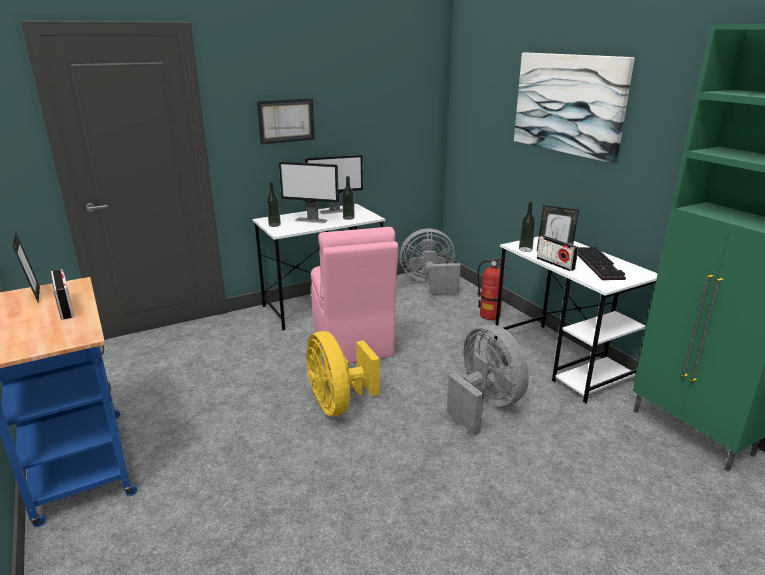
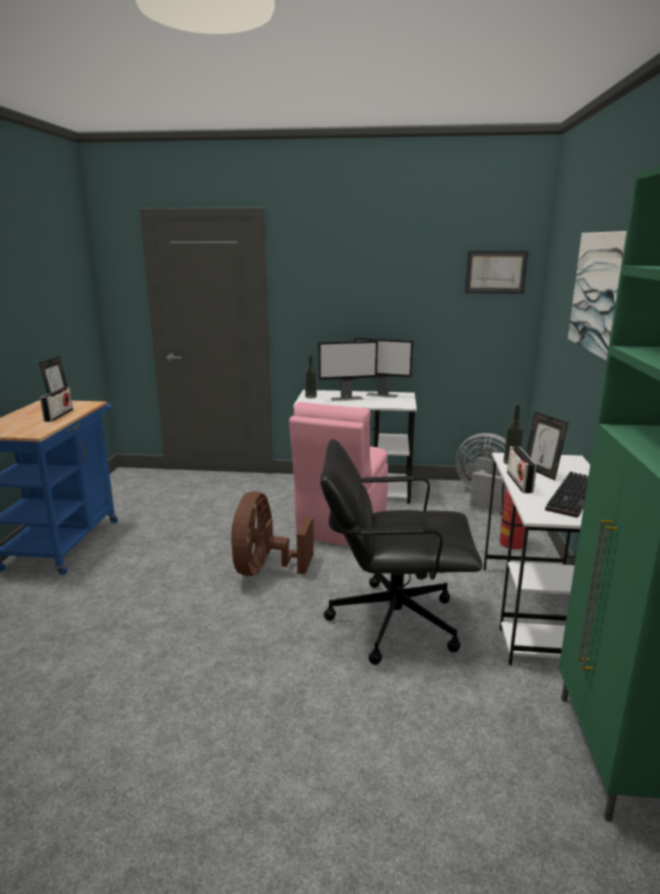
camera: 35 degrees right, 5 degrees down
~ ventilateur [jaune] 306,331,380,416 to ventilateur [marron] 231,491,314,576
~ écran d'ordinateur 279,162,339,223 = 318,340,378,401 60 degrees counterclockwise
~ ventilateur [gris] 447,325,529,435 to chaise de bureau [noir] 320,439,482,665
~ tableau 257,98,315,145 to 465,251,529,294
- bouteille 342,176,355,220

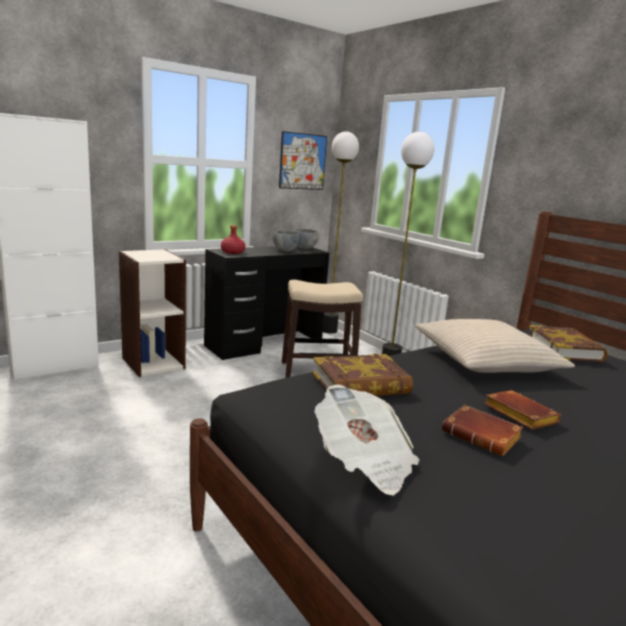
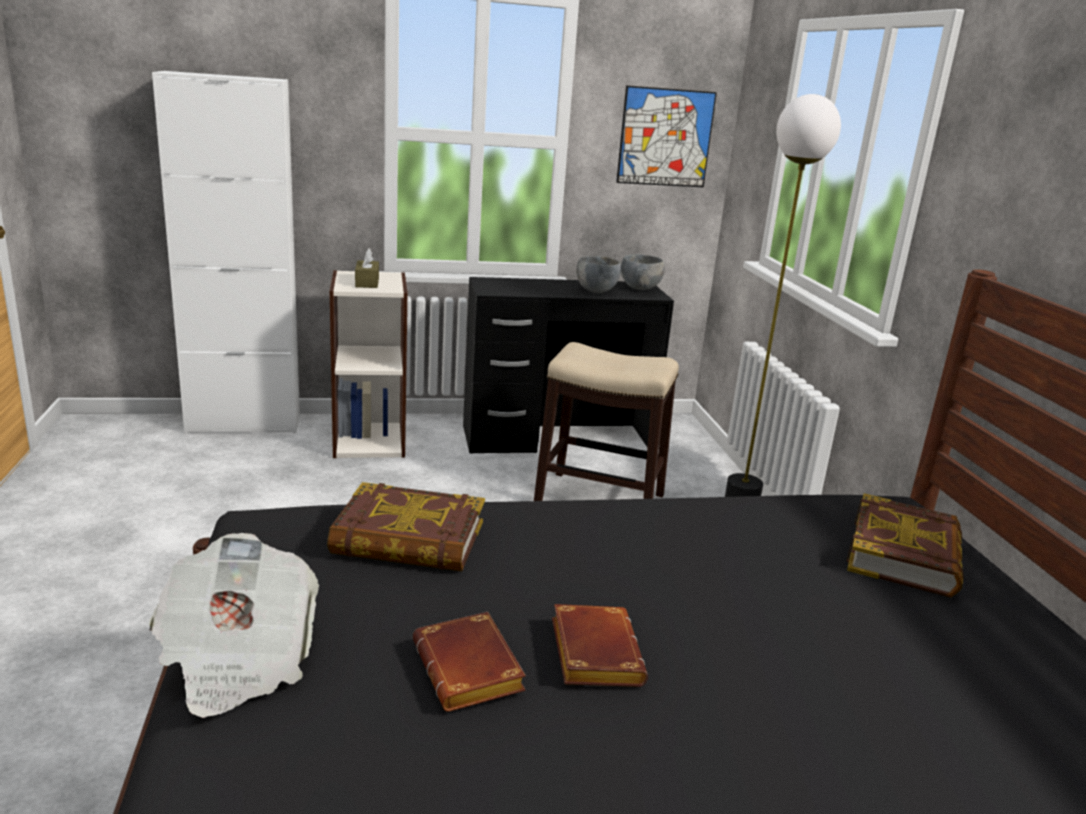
camera: 25 degrees right, 5 degrees up
+ boîte à mouchoirs [marron] 355,249,379,288
- bouteille [rouge] 221,225,246,254
- lampadaire 323,132,359,334
- coussin [beige] 415,319,575,373

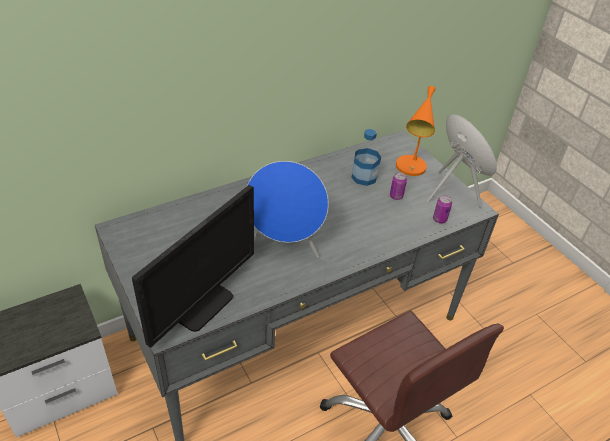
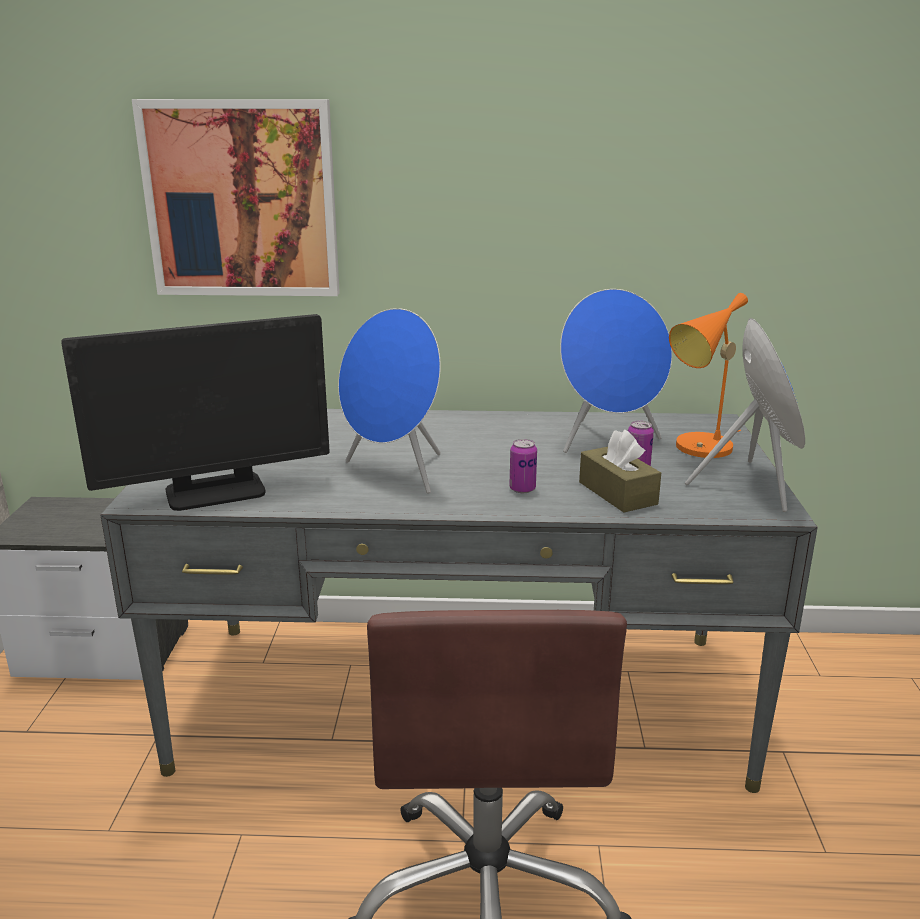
camera: 35 degrees right, 20 degrees down
+ tableau 132,99,340,296
~ boîte métallique 433,195,452,224 to 509,439,537,493
~ bouteille 351,129,381,186 to enceinte [bleu] 560,289,672,453
+ boîte à mouchoirs [marron] 579,430,661,513

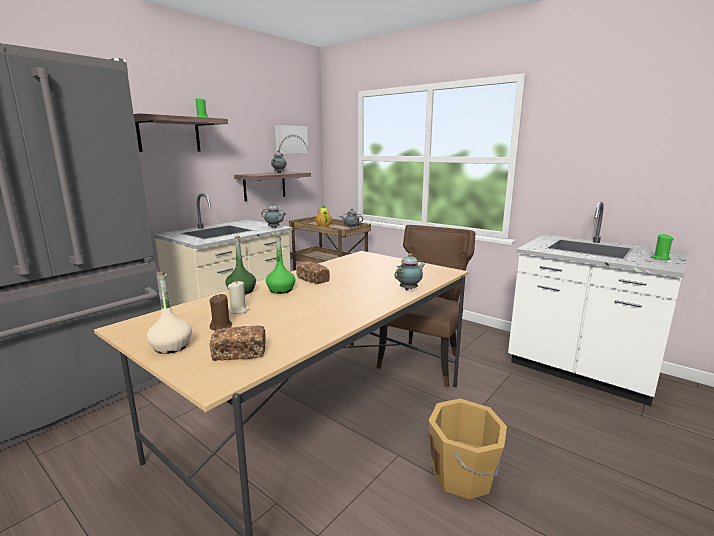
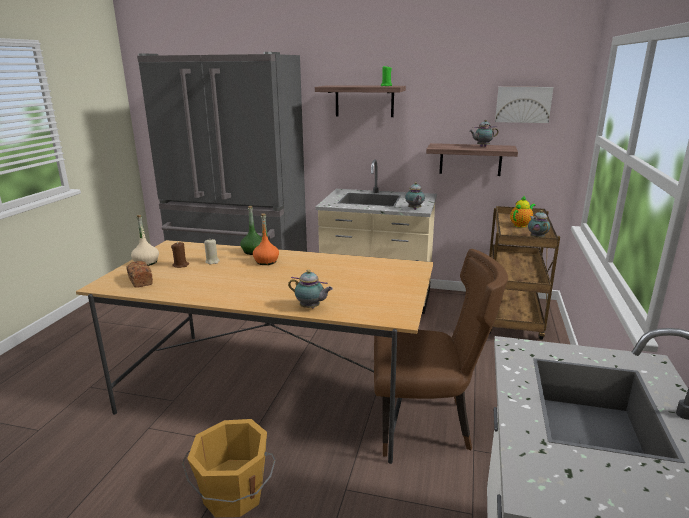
camera: 65 degrees right, 5 degrees up
~ bouteille [vert] 266,235,296,294 to bouteille [orange] 253,213,279,265
- pain 296,261,330,284
- bougie [vert] 650,234,673,261

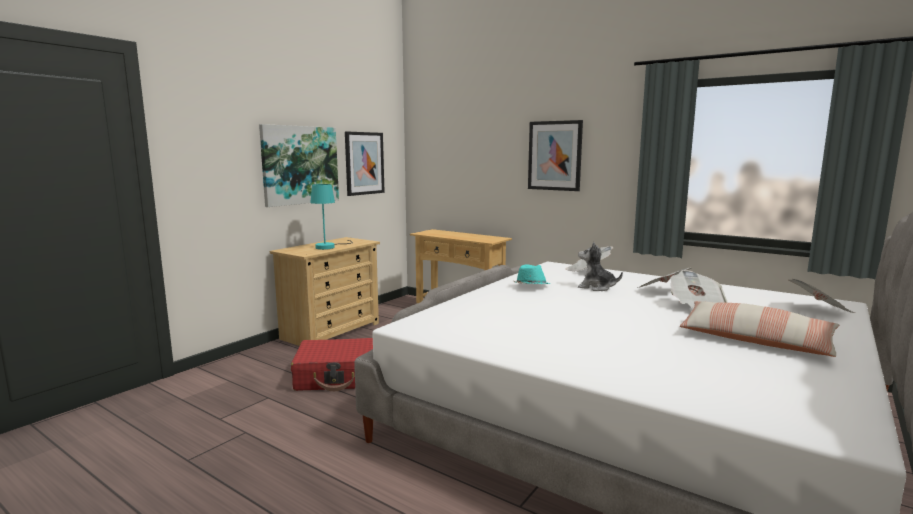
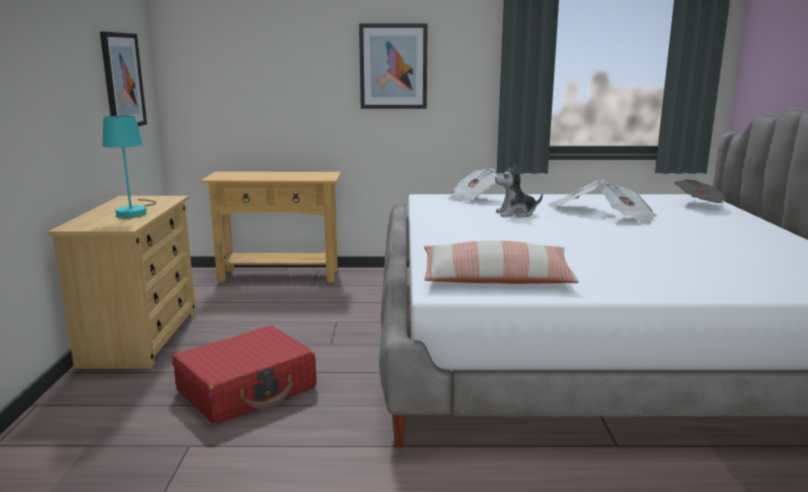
camera: 35 degrees left, 5 degrees up
~ coussin 680,301,840,357 to 424,241,579,284
- tableau 259,124,339,207
- chapeau [turquoise] 514,265,550,284

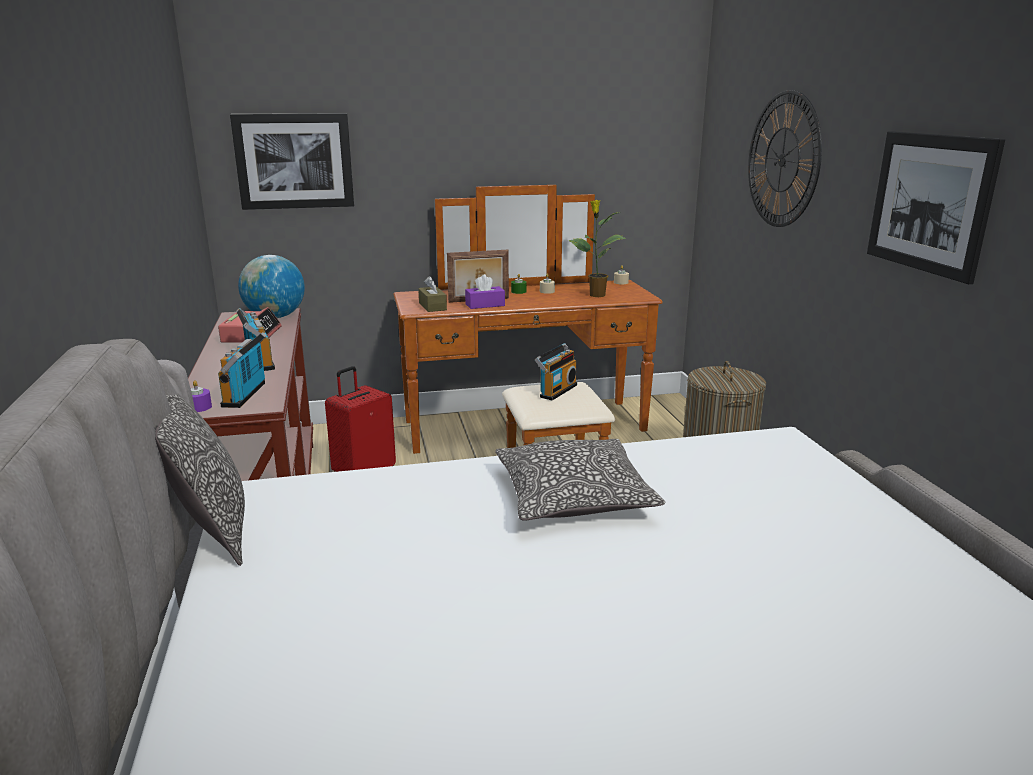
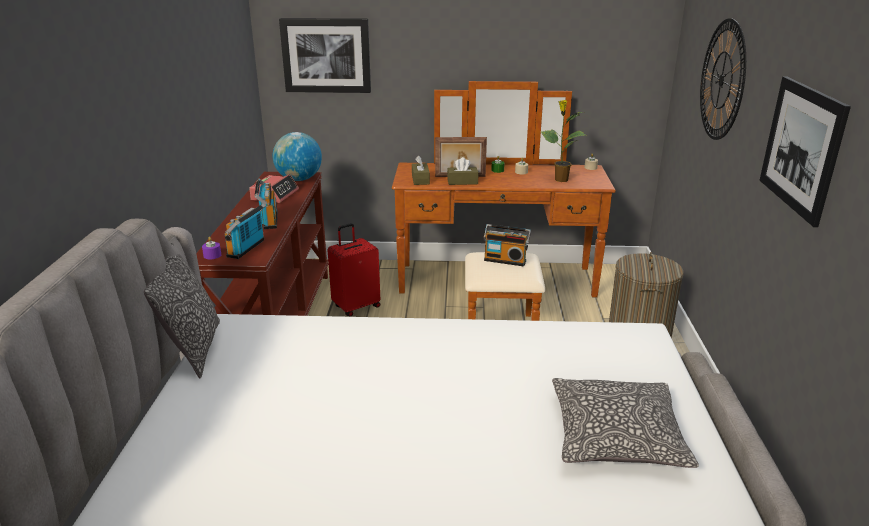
camera: 15 degrees right, 5 degrees up
~ boîte à mouchoirs [violet] 465,274,505,309 to boîte à mouchoirs [marron] 447,157,479,185
~ radio 535,343,577,400 = 484,224,531,267 60 degrees clockwise
~ coussin 495,439,665,521 to 552,378,699,468

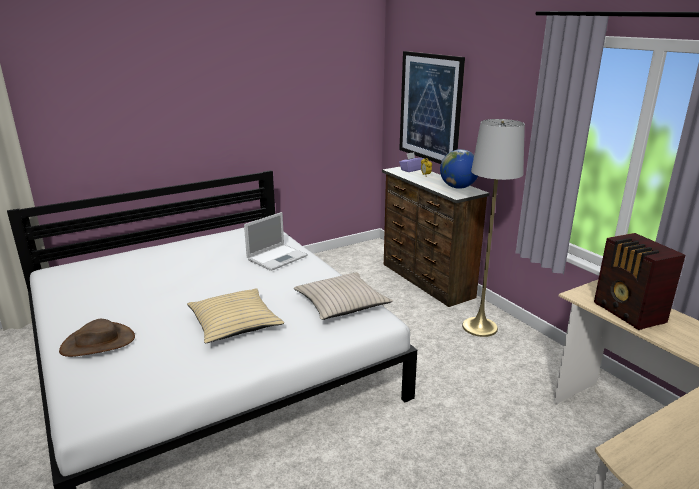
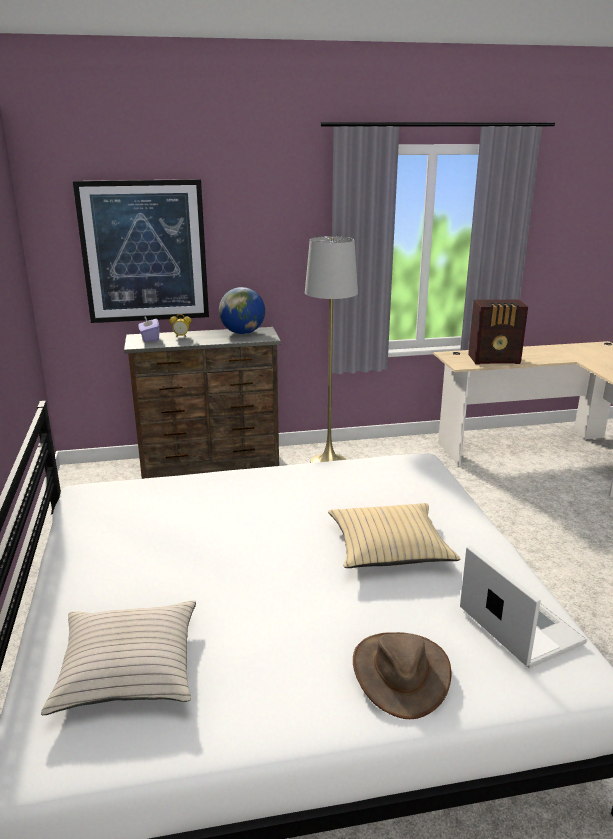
camera: 70 degrees left, 0 degrees up
~ coussin [beige] 294,272,393,320 to 41,600,196,715
~ ordinateur portable 244,212,308,271 to 460,545,587,668

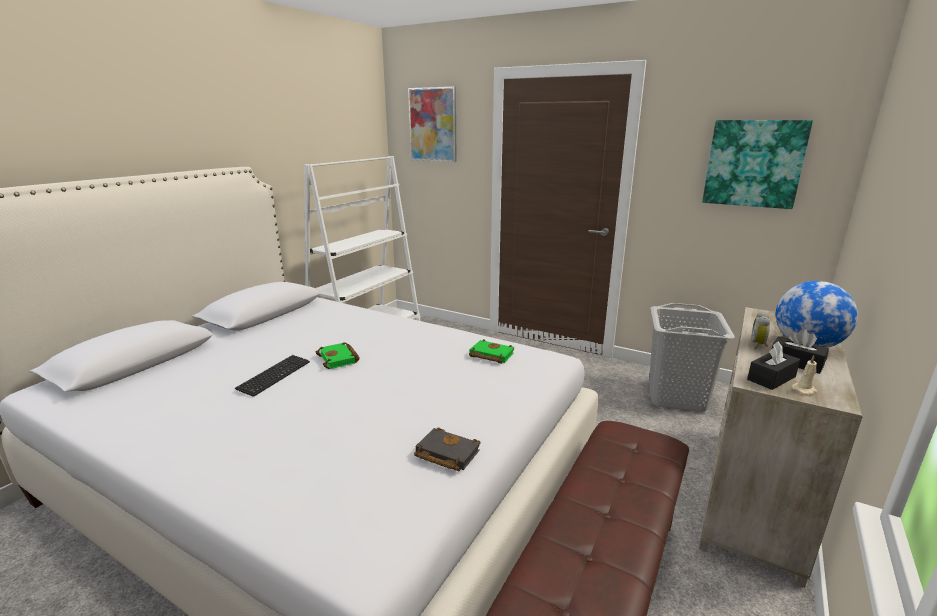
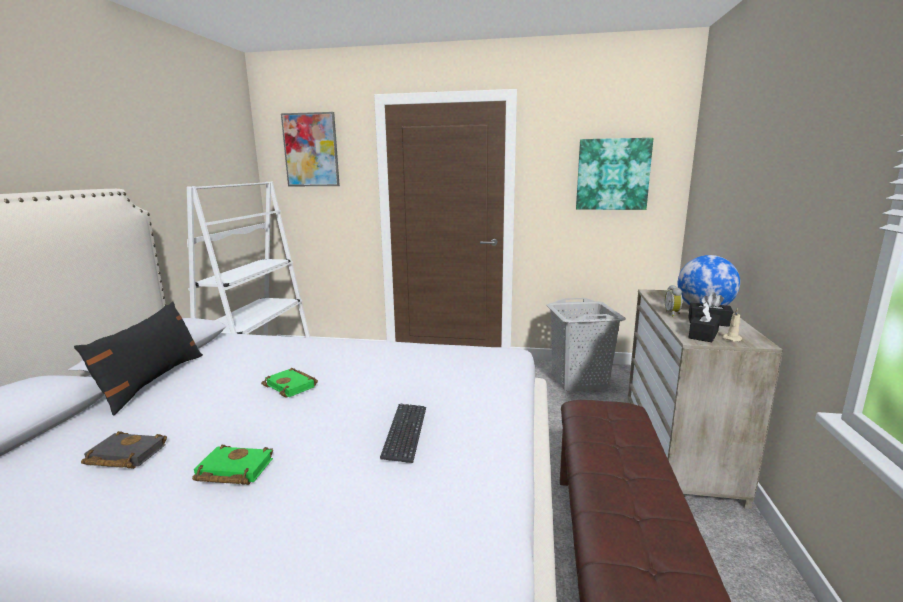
camera: 20 degrees left, 5 degrees down
+ coussin [noir] 74,301,203,415
~ livre [noir] 414,427,480,472 to 81,431,167,469
~ livre [vert] 469,339,514,364 to 192,445,273,485
~ clavier 235,355,310,397 to 380,404,426,463

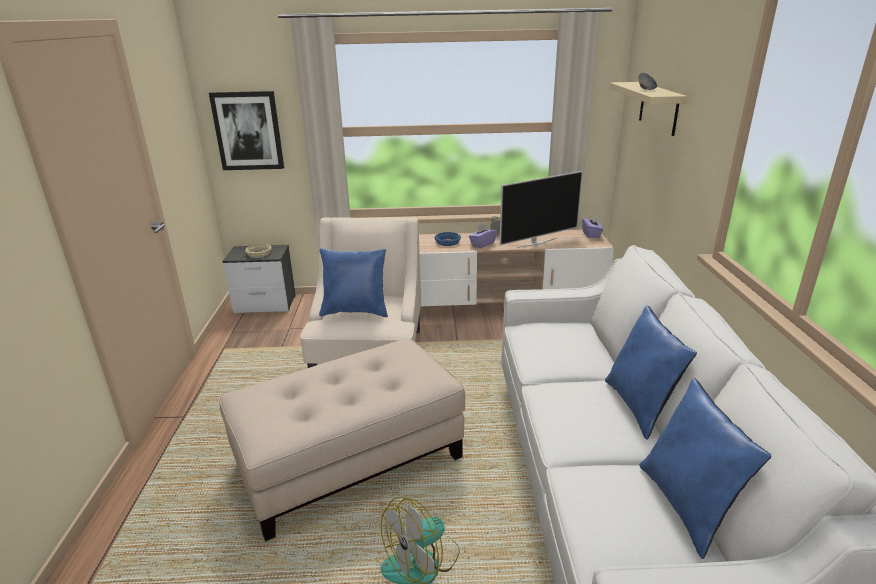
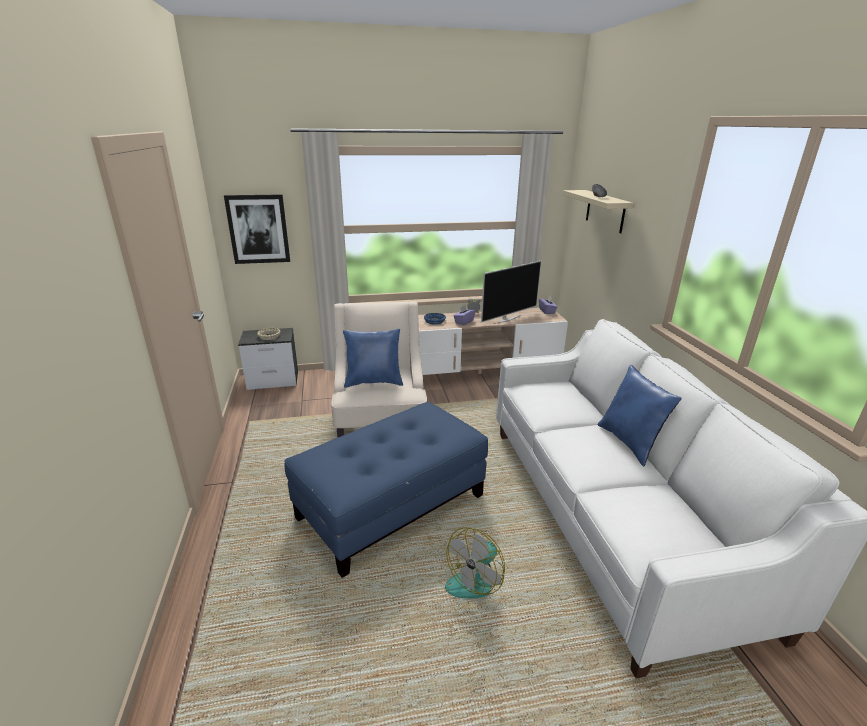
camera: 10 degrees left, 0 degrees up
~ pouf [beige] 219,338,465,541 to pouf [bleu] 284,402,488,578
- coussin [bleu] 639,378,771,559

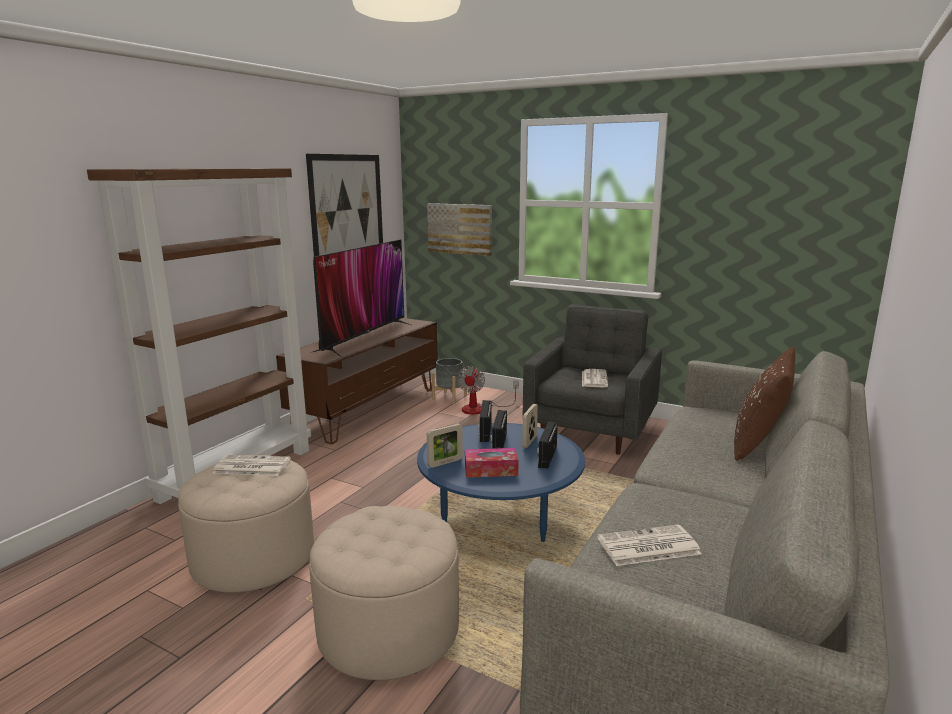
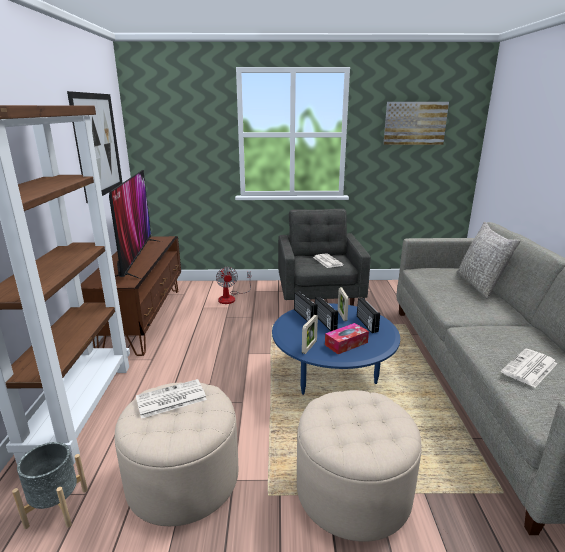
camera: 30 degrees left, 5 degrees up
~ cache-pot [gris] 432,358,467,404 to 12,442,88,529
~ tableau 427,203,492,256 to 383,102,449,145
~ coussin [marron] 734,347,795,461 to coussin [gris] 457,222,521,298

